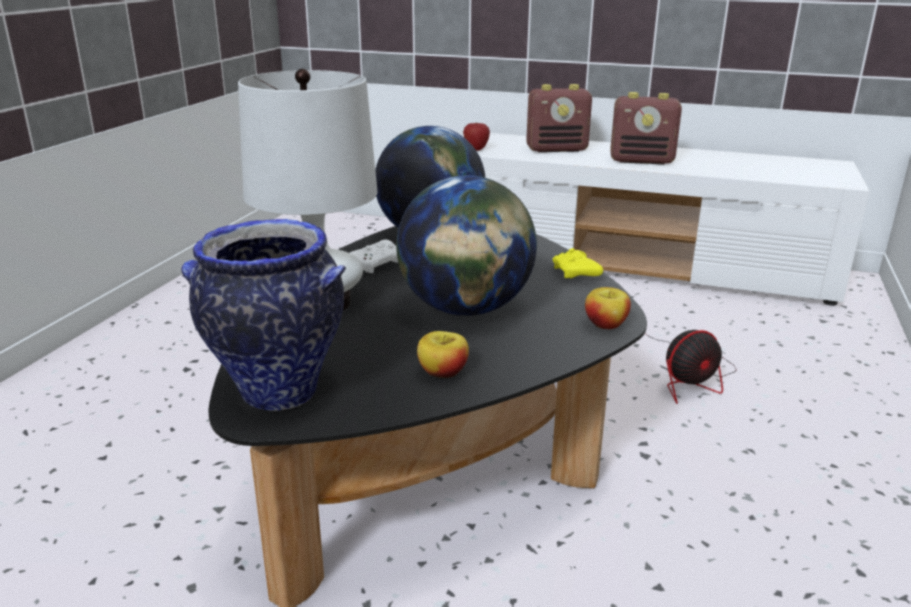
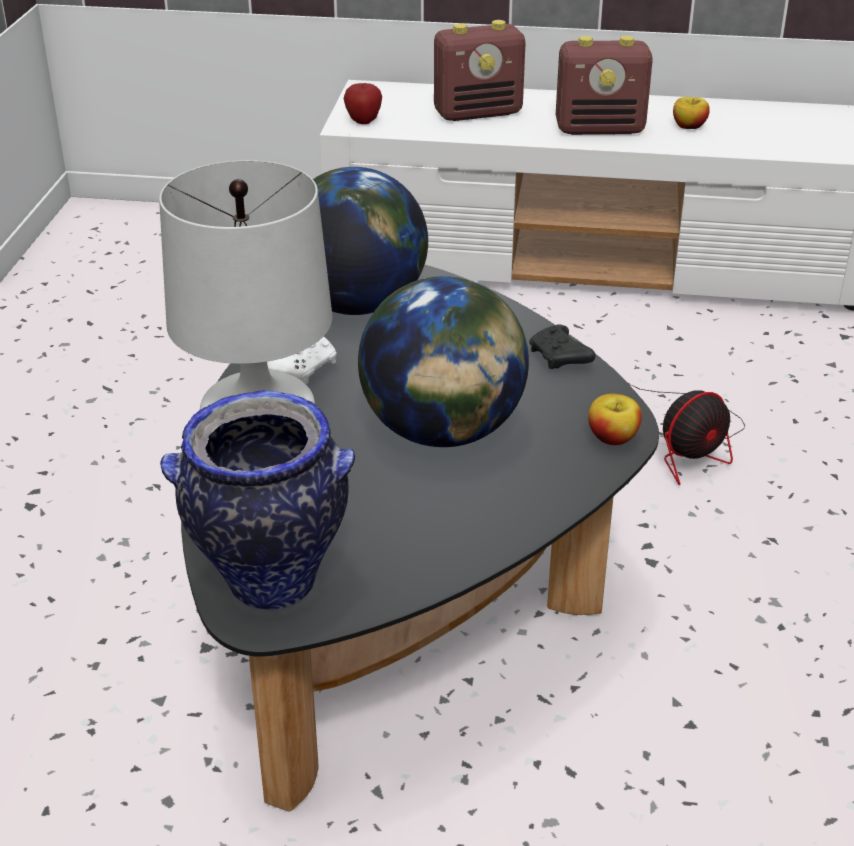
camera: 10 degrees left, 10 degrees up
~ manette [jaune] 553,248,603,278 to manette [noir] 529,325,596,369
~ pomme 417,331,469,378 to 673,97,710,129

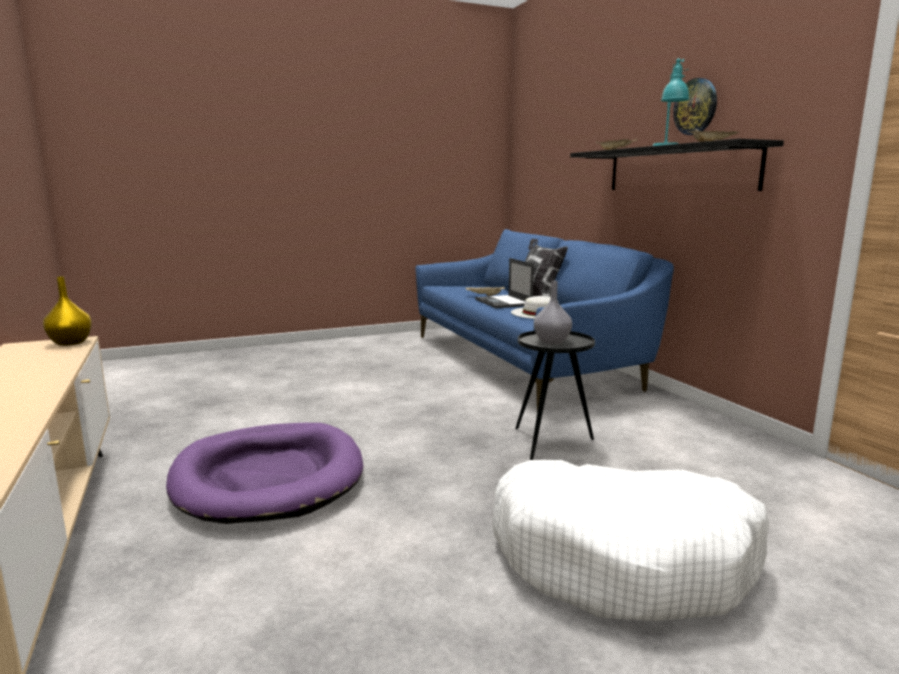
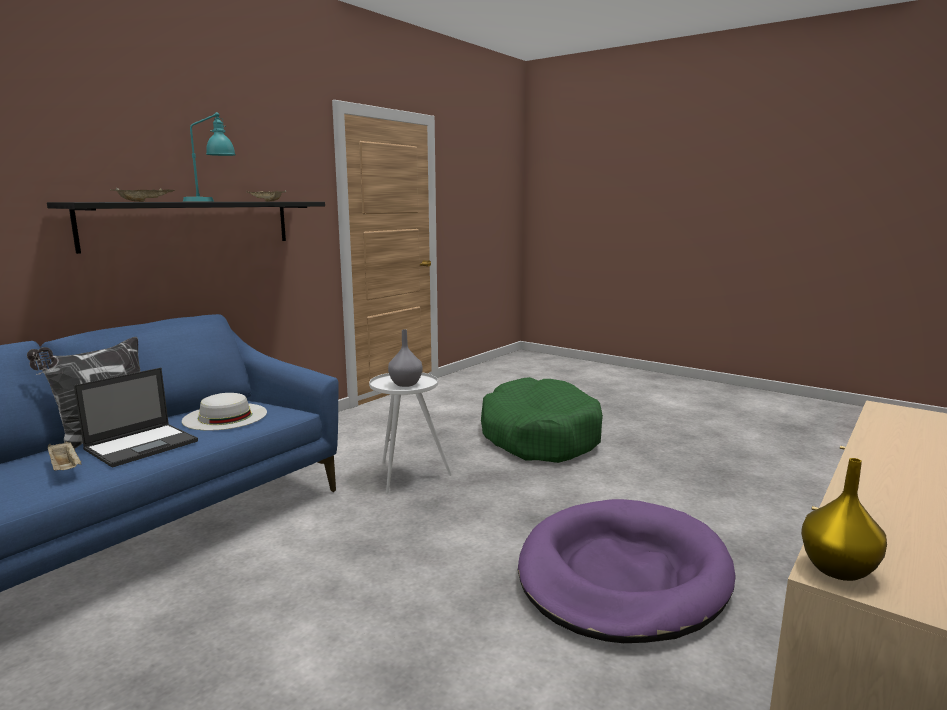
camera: 120 degrees left, 0 degrees up
~ table d'appoint [noir] 515,331,595,460 to table d'appoint [blanc] 369,372,452,493
~ panier pour chien [blanc] 492,460,769,621 to panier pour chien [vert] 481,377,603,463
- horloge murale 673,78,717,135

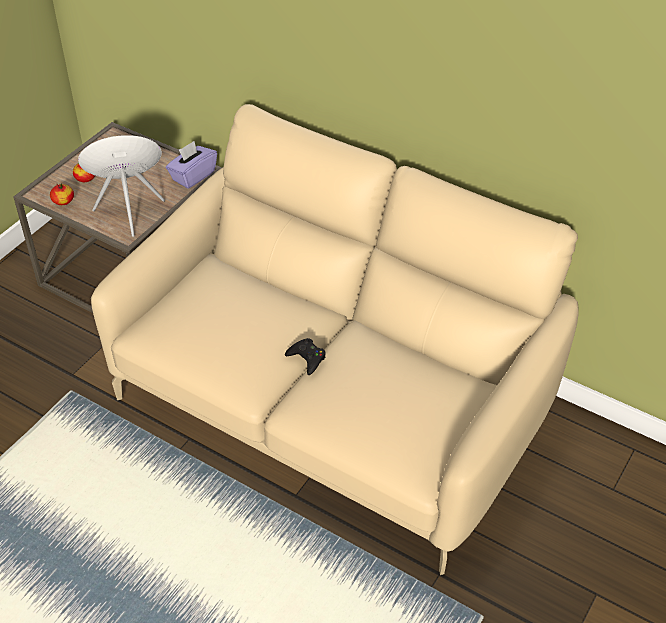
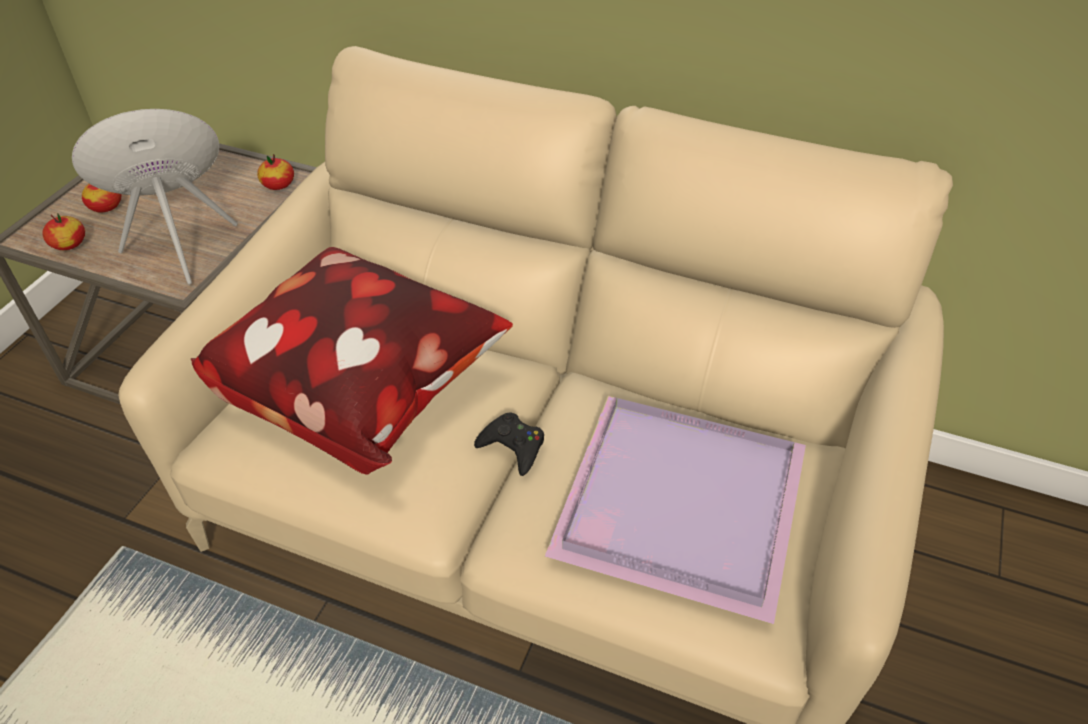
camera: 10 degrees left, 0 degrees up
+ coussin 190,247,513,474
~ boîte à mouchoirs [violet] 166,141,217,189 to pomme 257,154,294,190
+ plateau [violet] 545,396,806,624

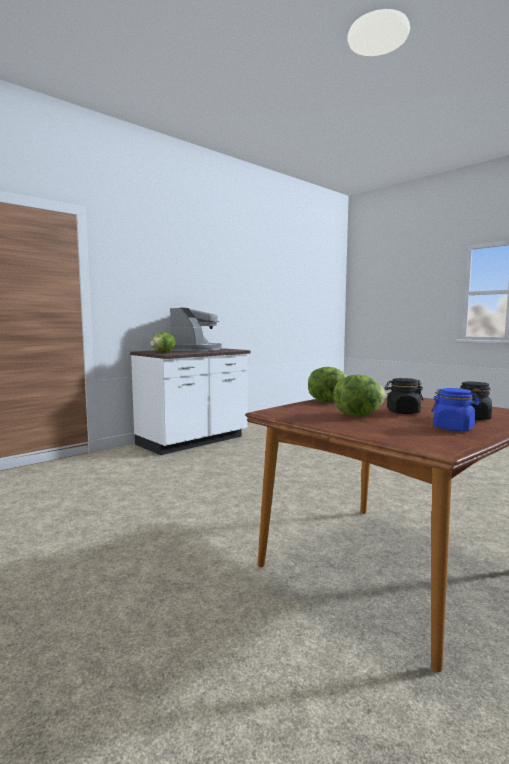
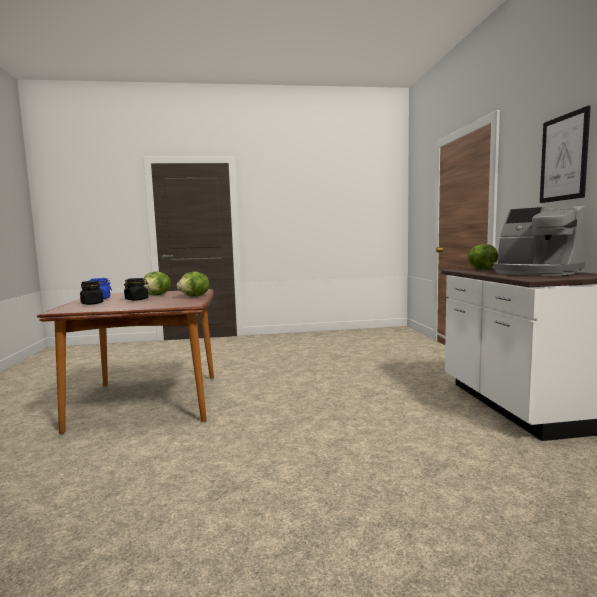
camera: 125 degrees right, 0 degrees up
+ tableau 540,105,591,203

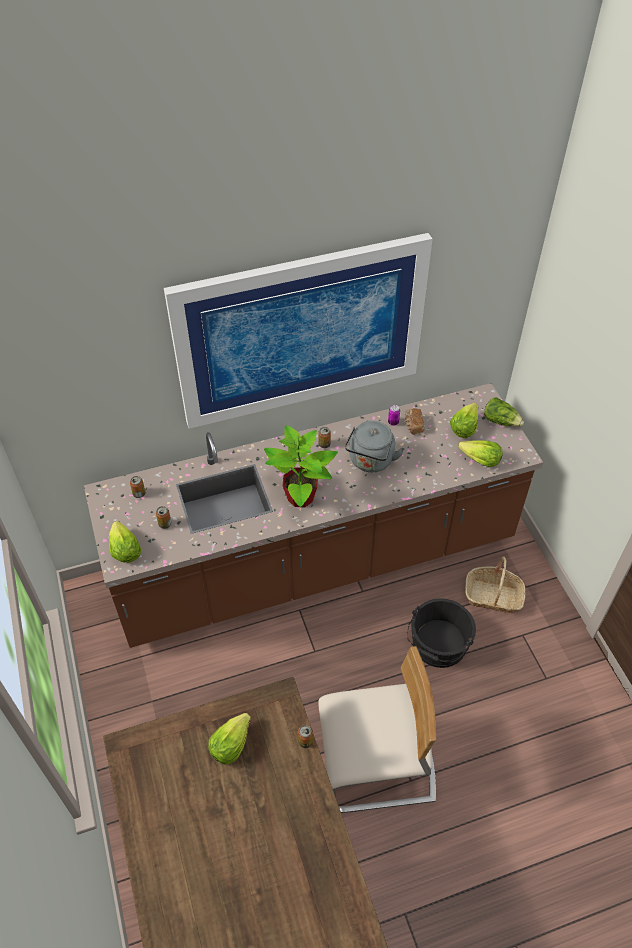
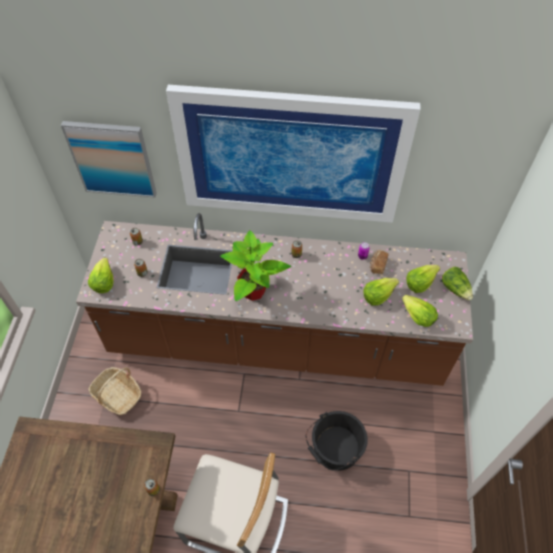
camera: 25 degrees right, 5 degrees up
+ tableau 61,121,157,198
~ panier 465,556,526,613 to 88,367,141,415
~ laitue 208,713,251,765 to 363,278,399,306
- bouilloire [gris] 345,421,404,472

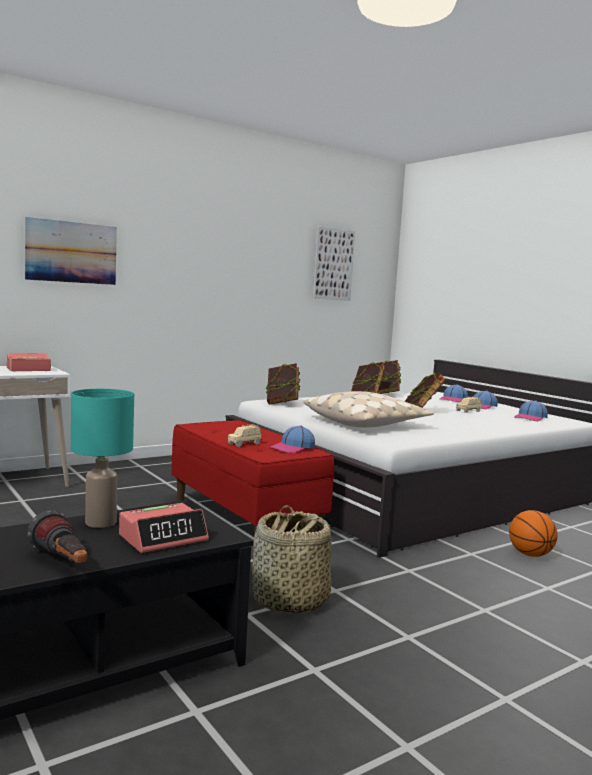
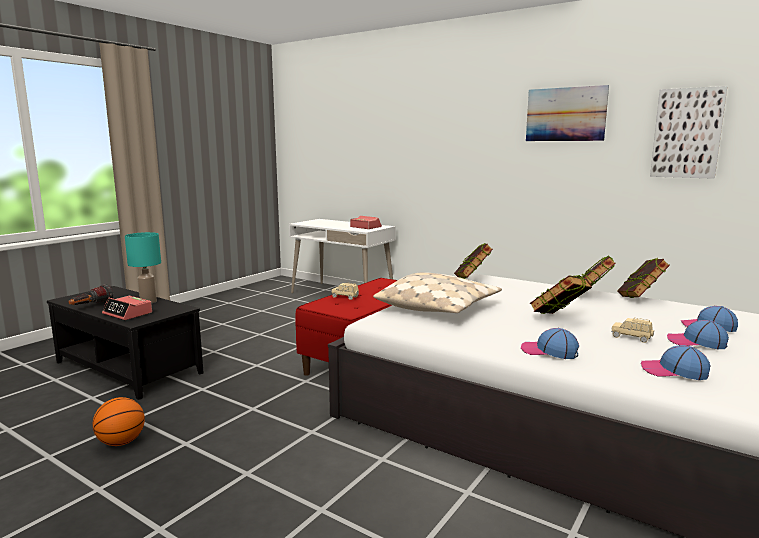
camera: 70 degrees right, 5 degrees up
~ ballon de basket 509,510,558,557 to 93,397,145,446
~ casquette 270,426,315,453 to 521,328,579,359
~ tableau 25,217,117,285 to 526,85,609,141
- panier 252,505,331,613

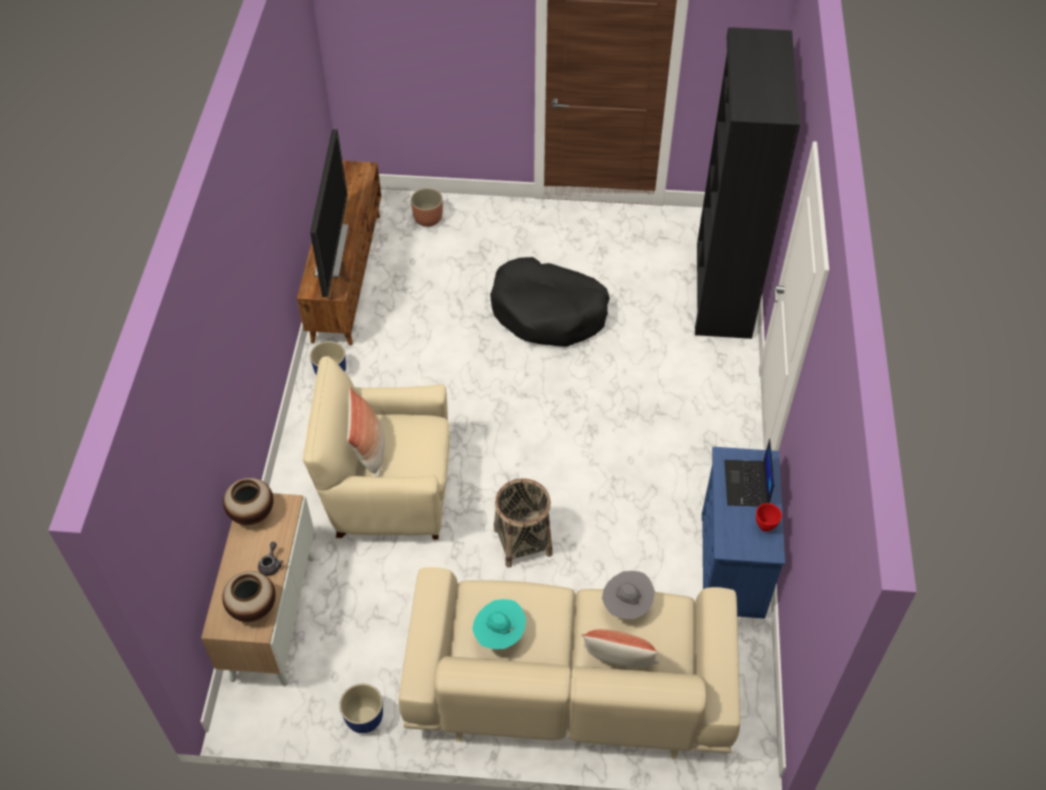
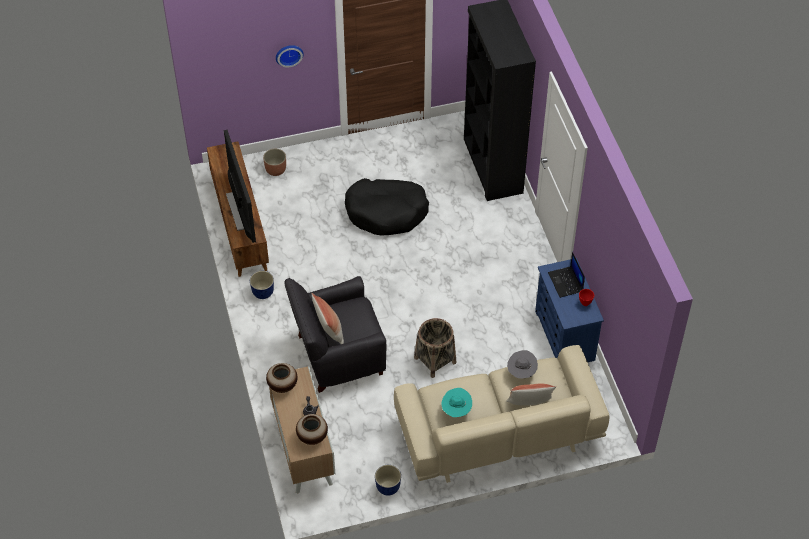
camera: 20 degrees left, 0 degrees up
+ horloge murale 276,45,304,68
~ fauteuil [beige] 303,356,450,539 to fauteuil [noir] 284,276,386,393

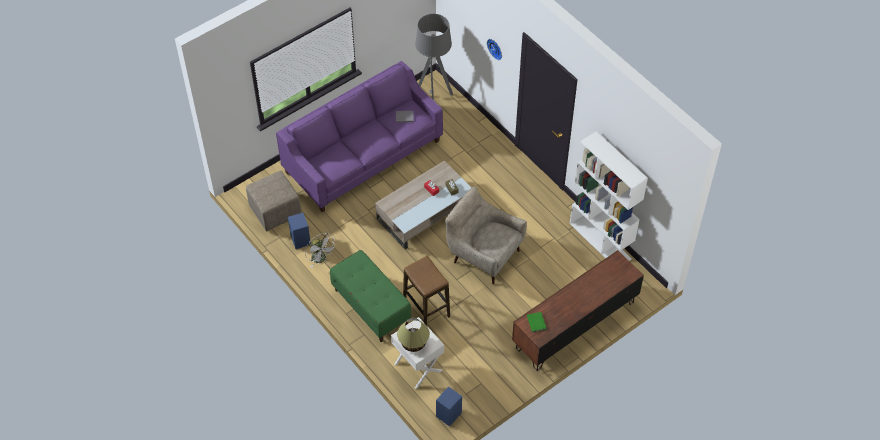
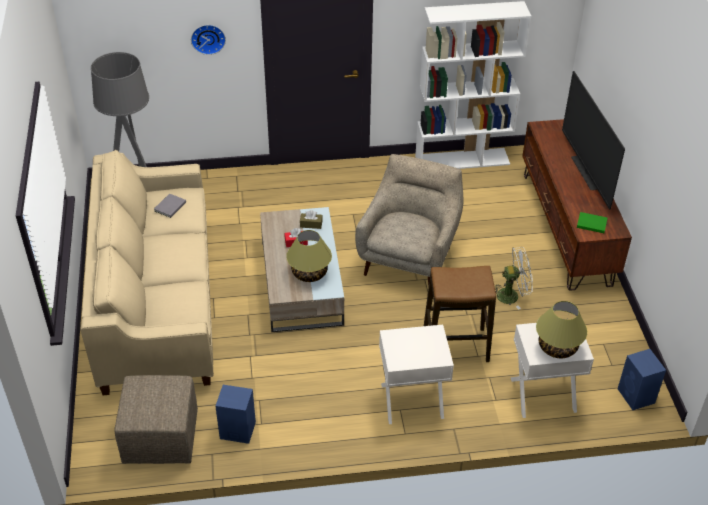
camera: 60 degrees left, 10 degrees down
~ canapé [violet] 276,61,443,212 to canapé [beige] 80,150,214,395
+ lampe de table 286,230,332,282
~ fauteuil [beige] 445,187,527,285 = 355,154,464,286 135 degrees clockwise
~ banc [vert] 330,250,411,342 to table de chevet [blanc] 379,325,454,424
~ ventilateur [blanc] 305,233,335,268 to 495,247,533,310
+ téléviseur 562,71,625,209

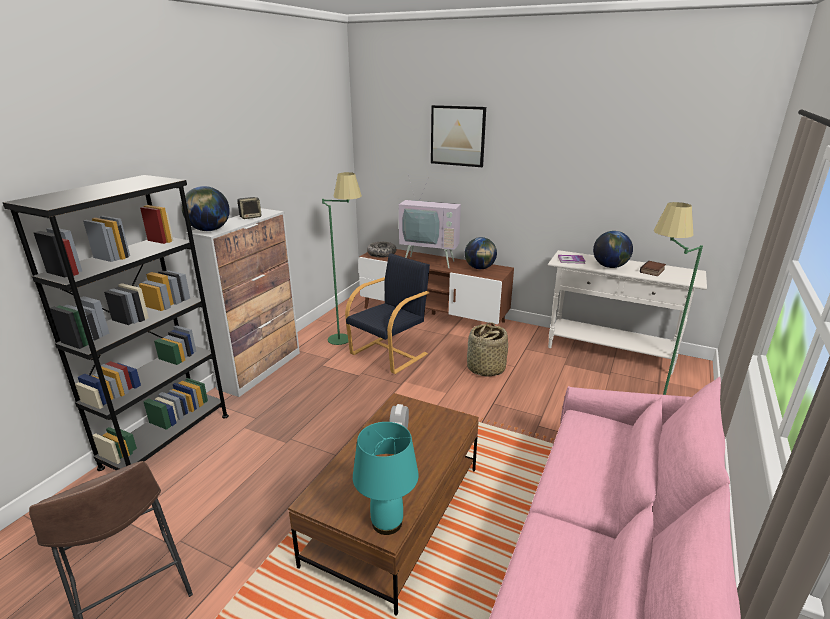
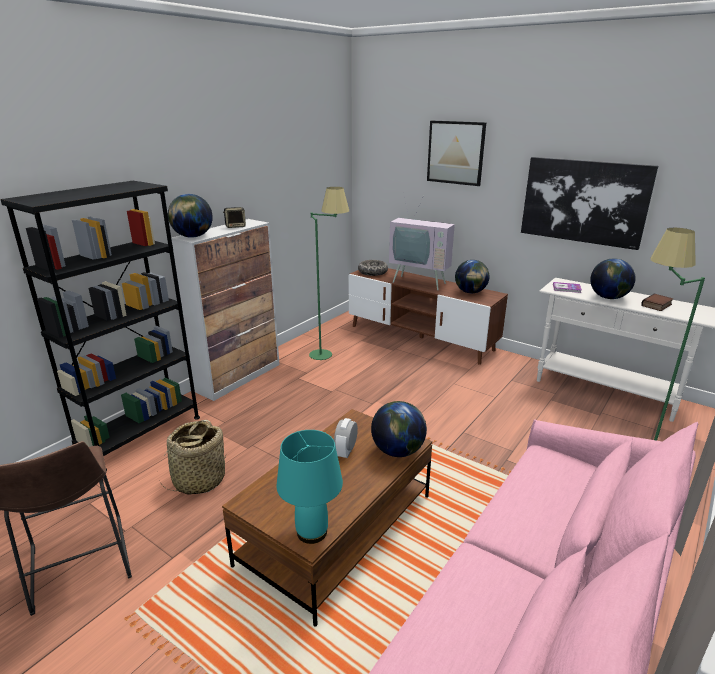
camera: 10 degrees right, 0 degrees up
~ panier 467,322,508,377 to 160,420,226,495
+ globe 371,401,427,457
+ tableau 521,157,658,250
- fauteuil [noir] 345,254,430,374

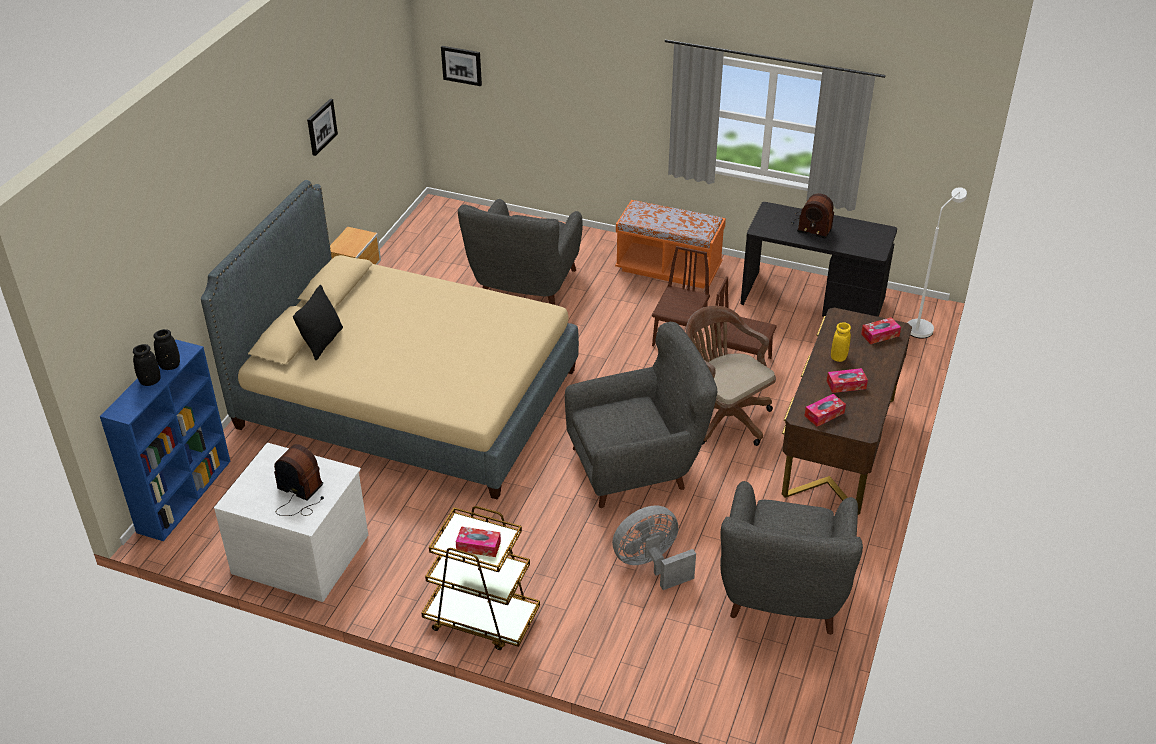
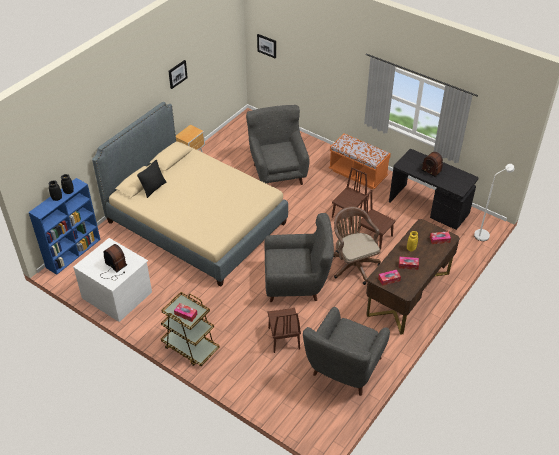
camera: 15 degrees right, 5 degrees up
~ fauteuil [gris] 458,199,583,305 = 246,105,310,185 135 degrees clockwise
~ ventilateur [gris] 612,505,696,590 to chaise [marron] 268,308,301,353

